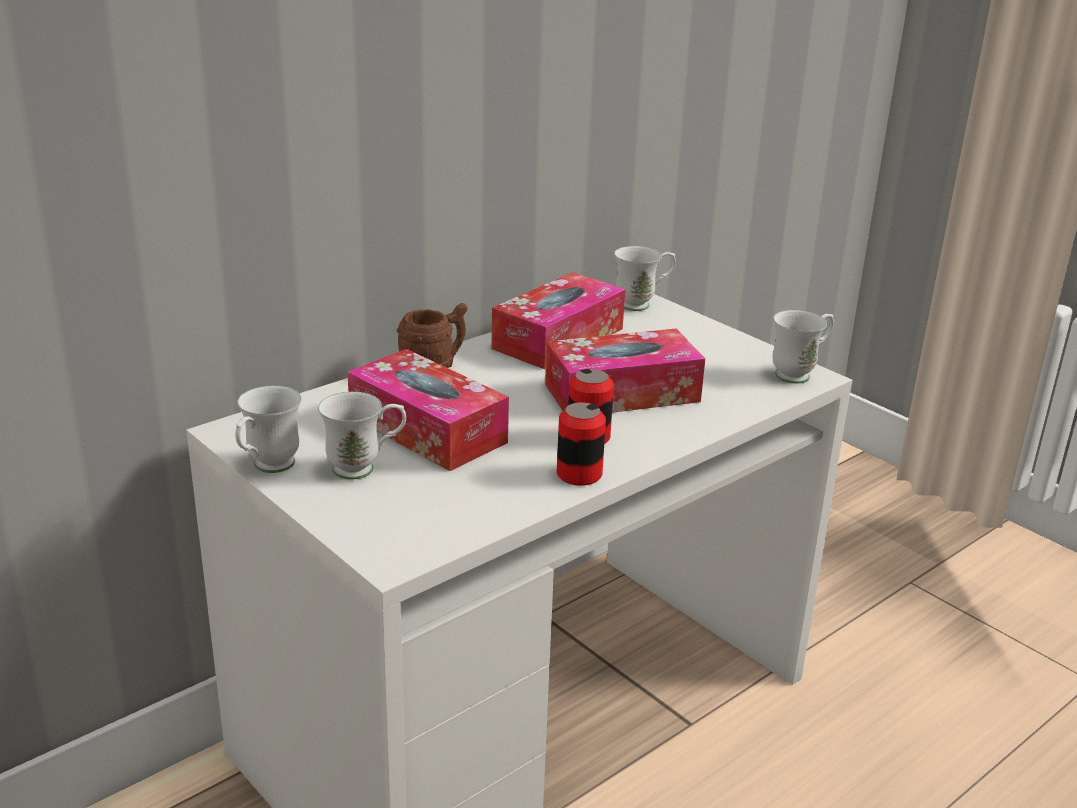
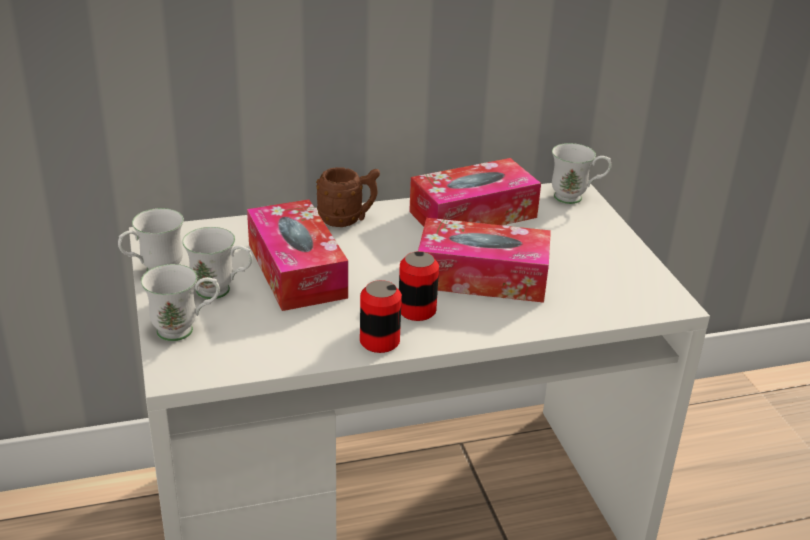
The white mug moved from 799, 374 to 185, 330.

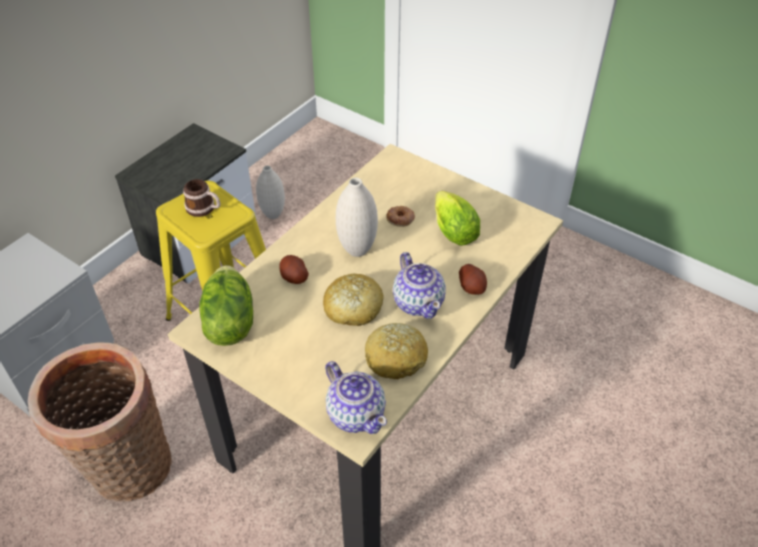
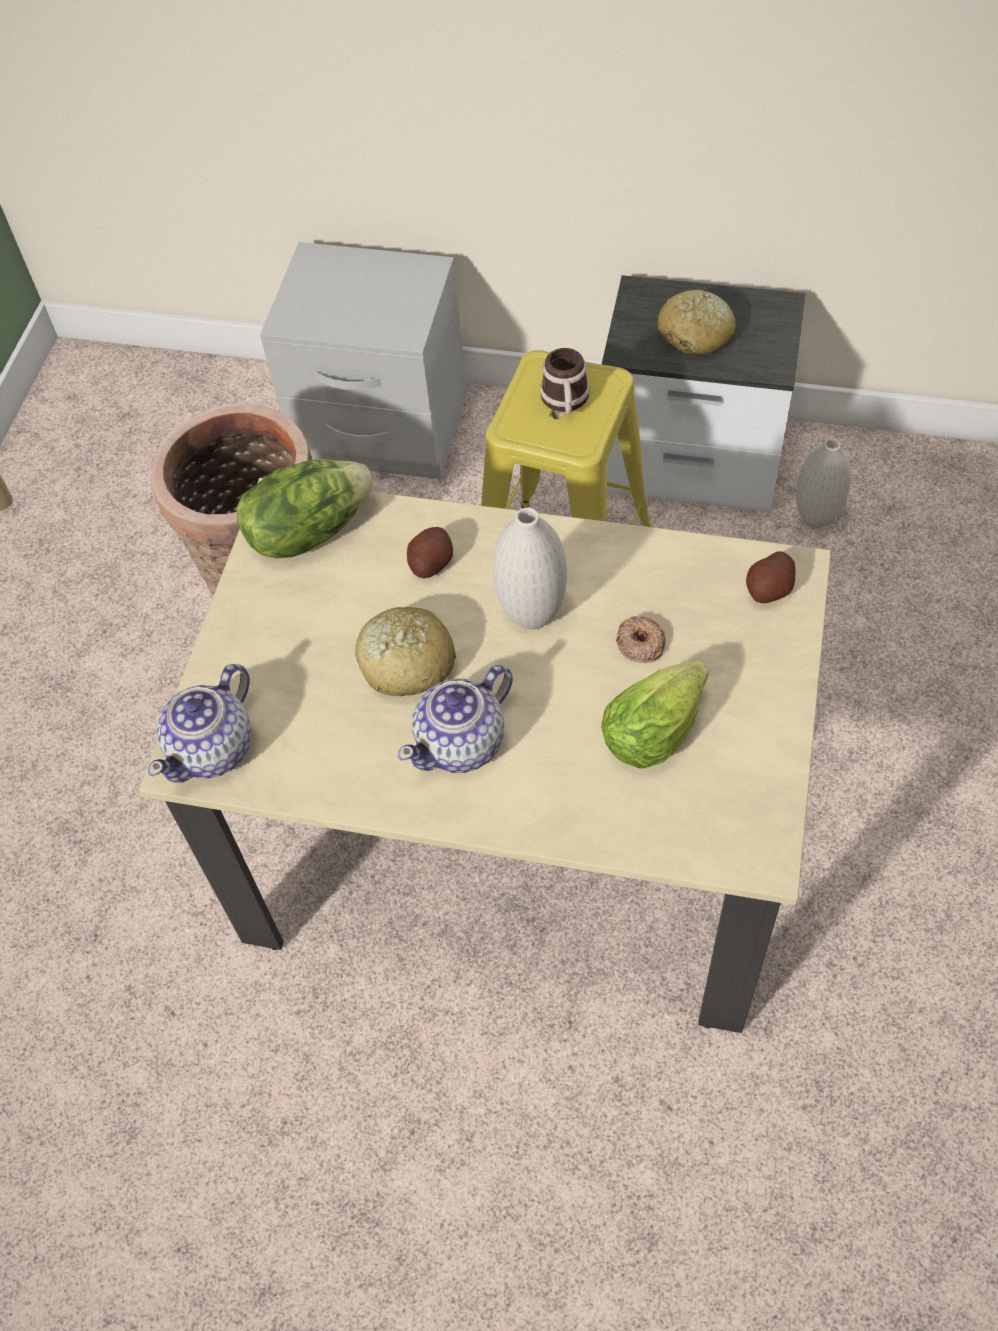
The bread moved from 396, 358 to 696, 334.
The potato moved from 472, 287 to 769, 589.

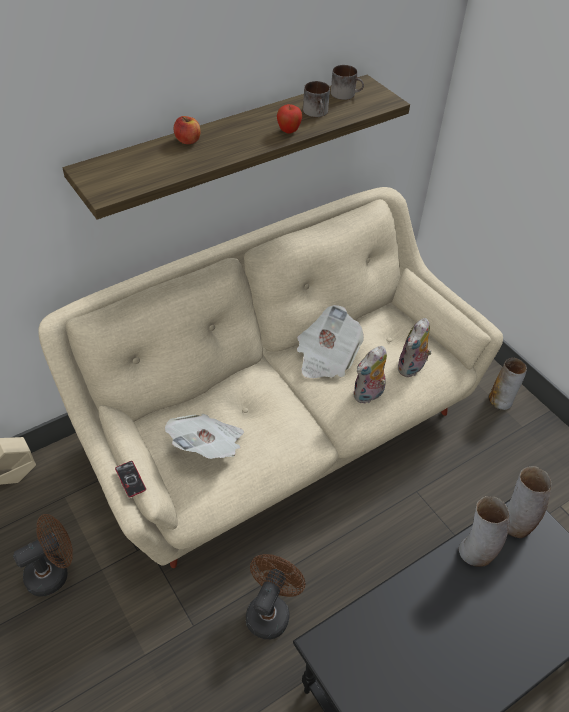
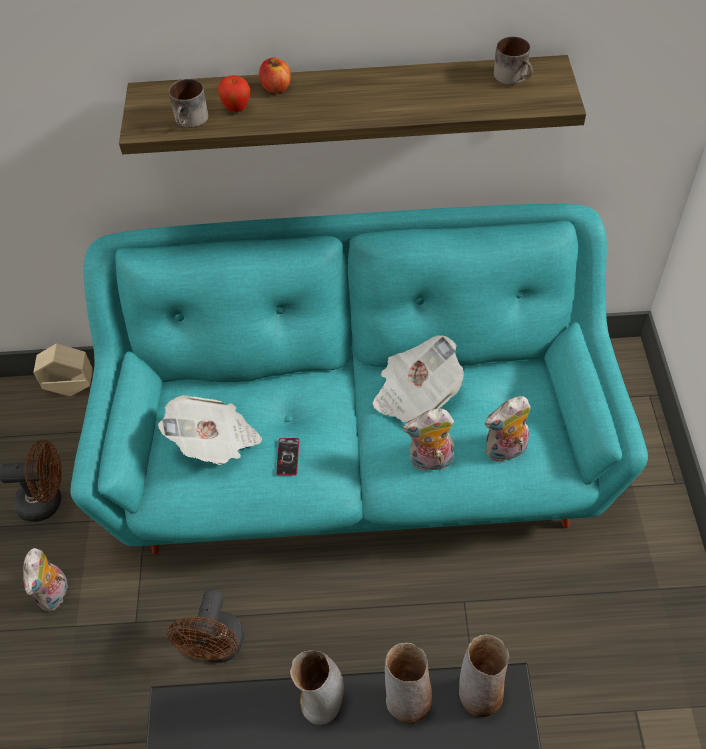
The plush toy at 56, 594 appeared.
The phone moved from 130, 479 to 288, 457.
The apple moved from 288, 131 to 237, 109.
The mug moved from 317, 112 to 191, 120.
The vase moved from 501, 400 to 322, 702.
The beige sofa at 281, 429 became the turquoise sofa at 358, 456.
The brown fan at 270, 610 turned 135 degrees clockwise.

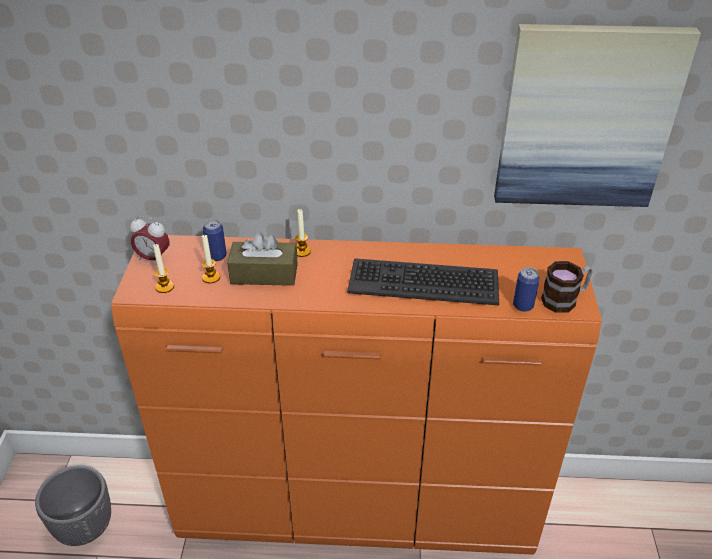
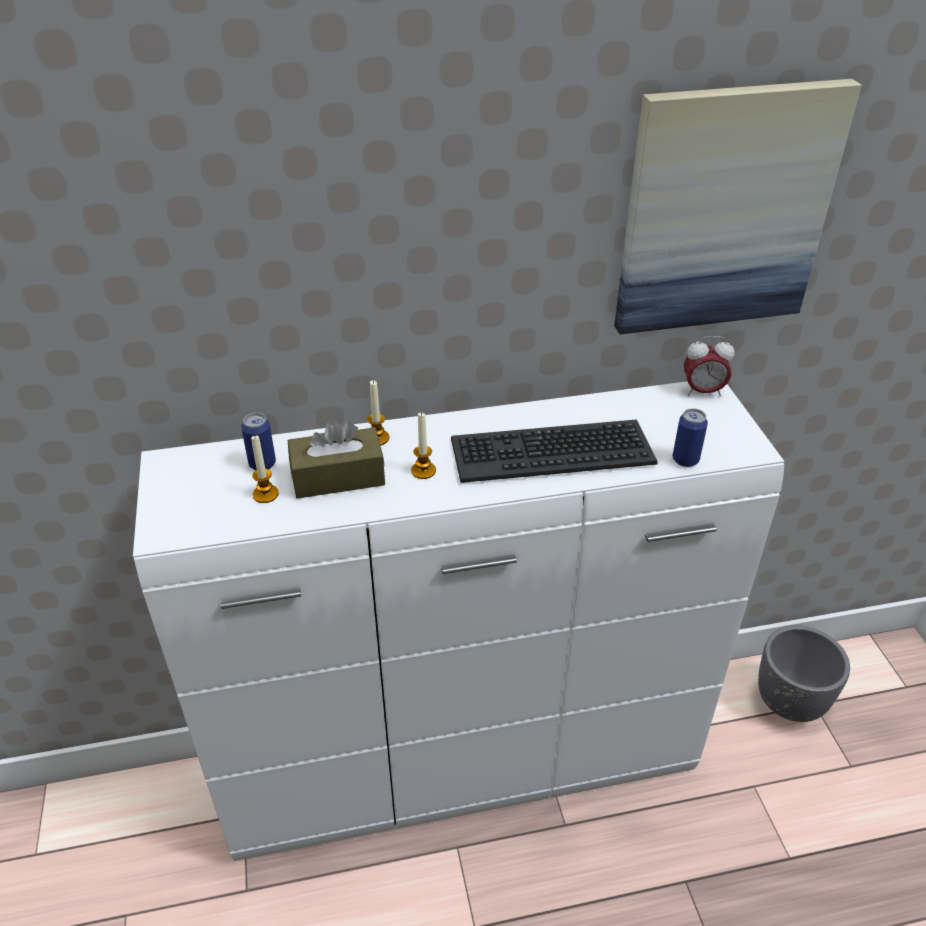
The mug at 565, 299 disappeared.
The grey planter moved from 85, 527 to 790, 702.
The alarm clock moved from 153, 258 to 702, 391.
The candle moved from 164, 287 to 423, 471.
The orange dresser at 358, 514 became the white dresser at 465, 770.

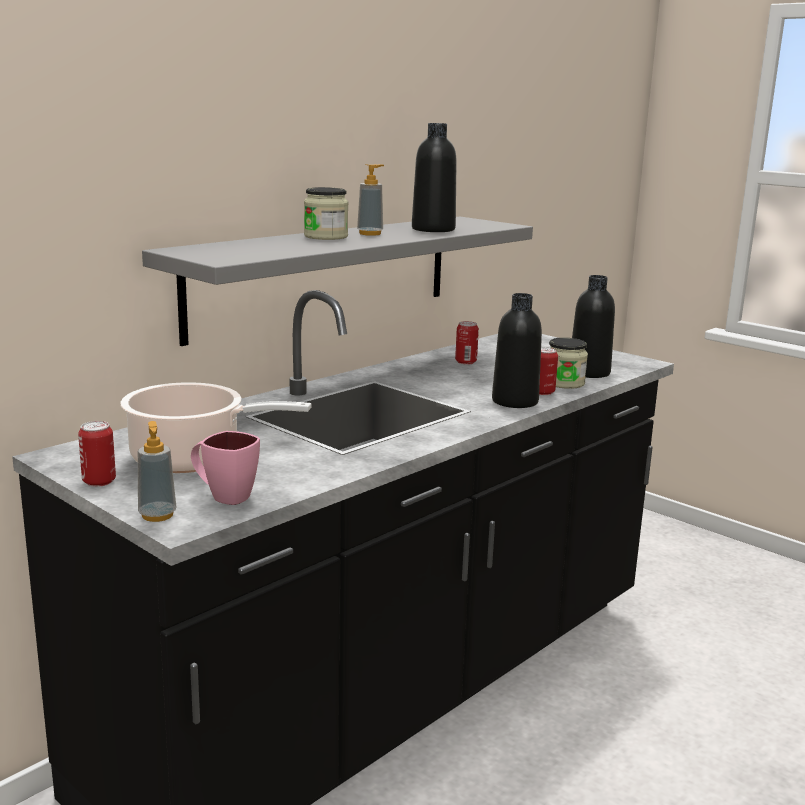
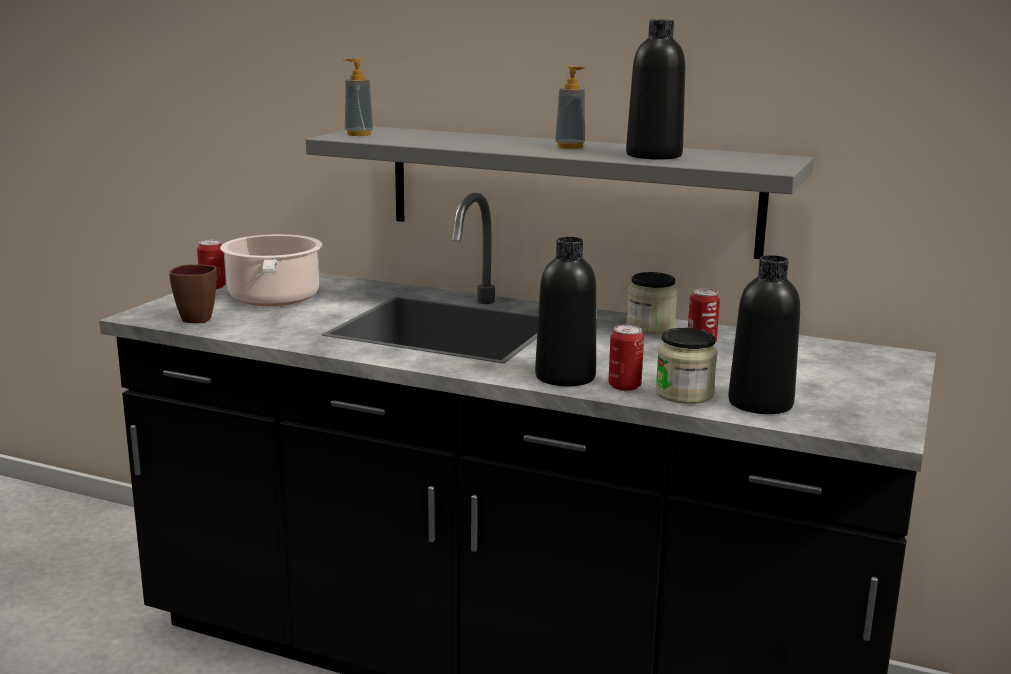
The soap dispenser moved from 157, 515 to 359, 134.
The jar moved from 326, 236 to 650, 327.
The pink mug at 223, 496 became the brown mug at 200, 317.

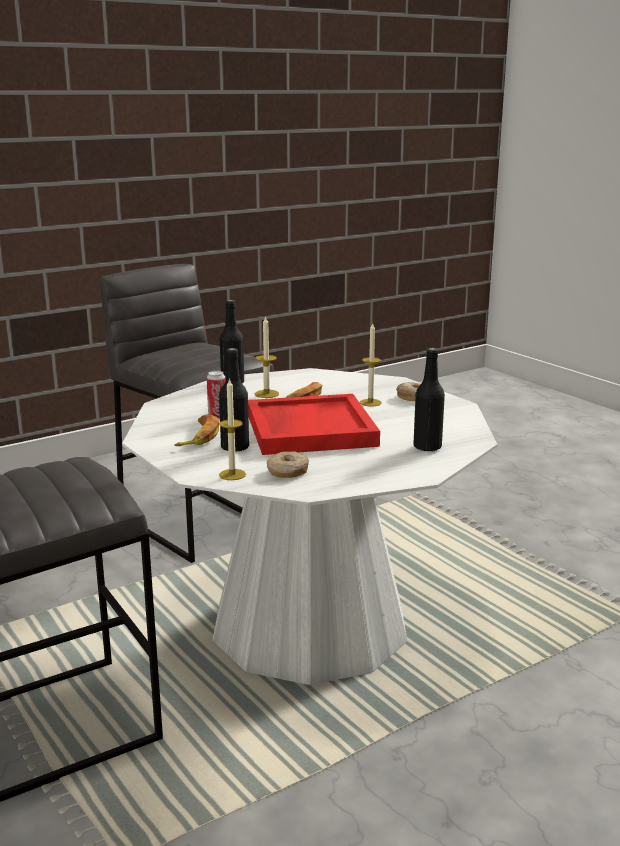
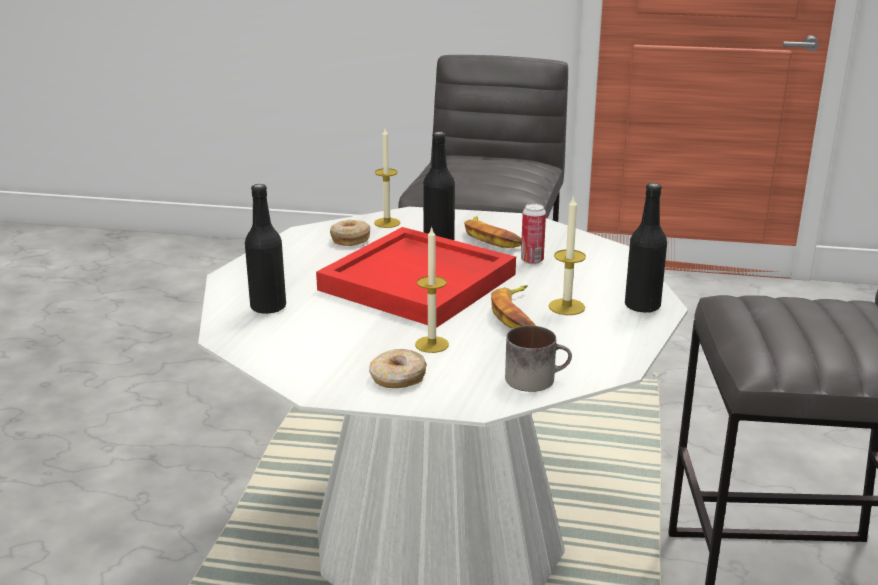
The mug at 536, 378 appeared.

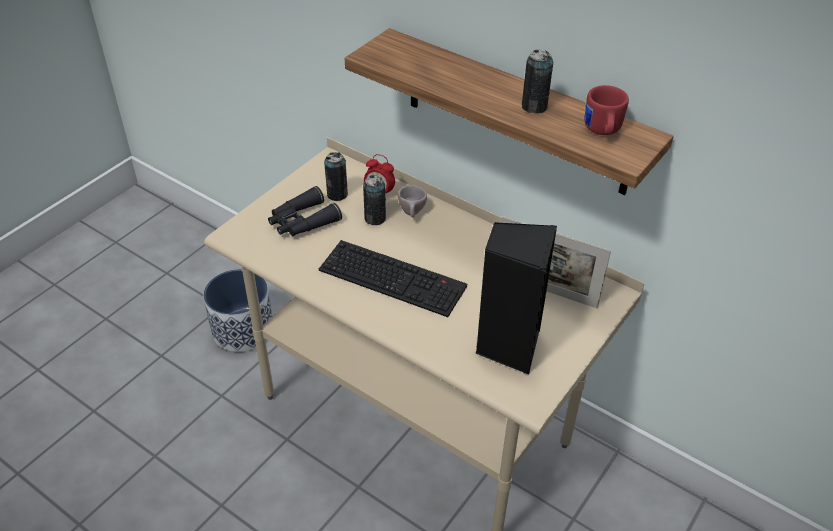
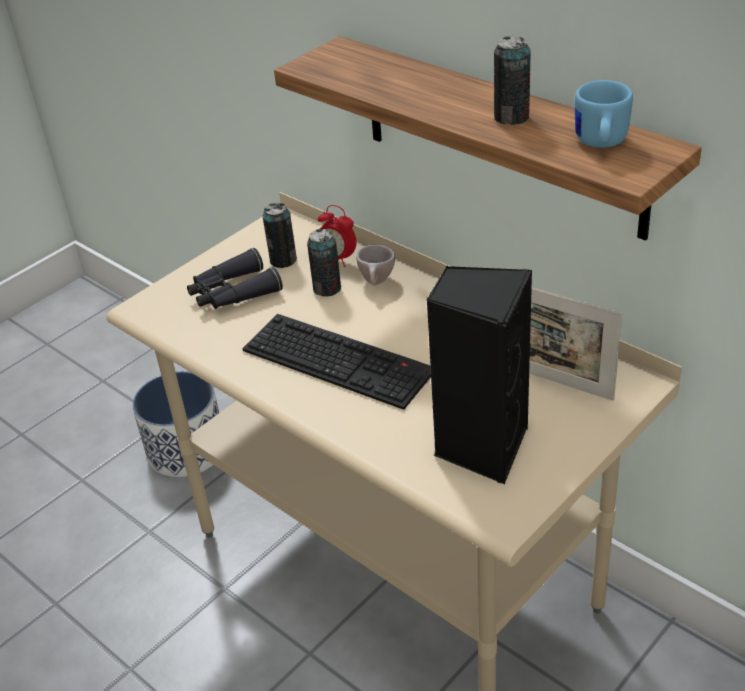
The red mug at 602, 131 became the blue mug at 600, 144.

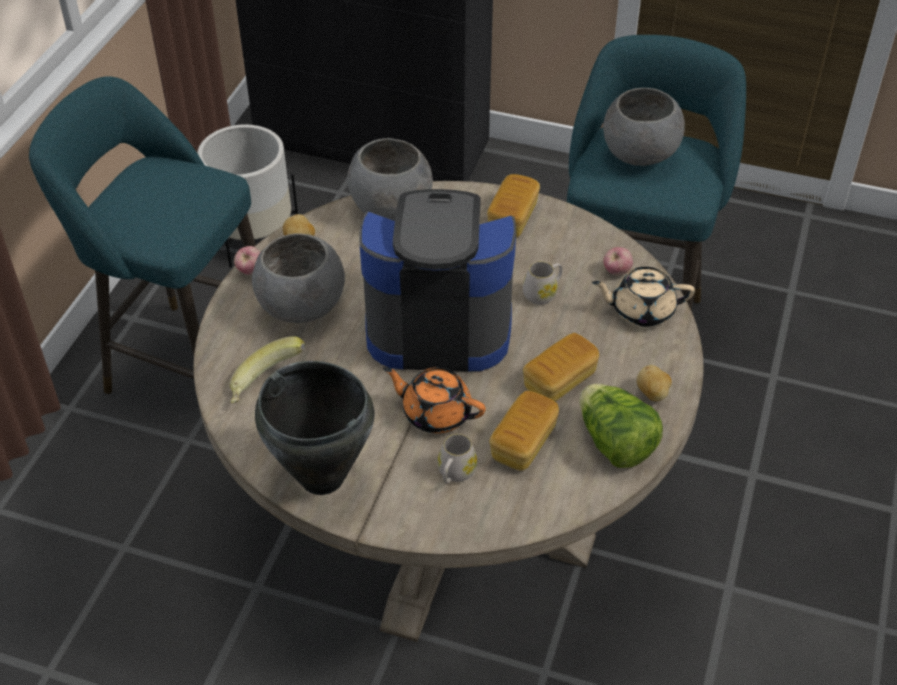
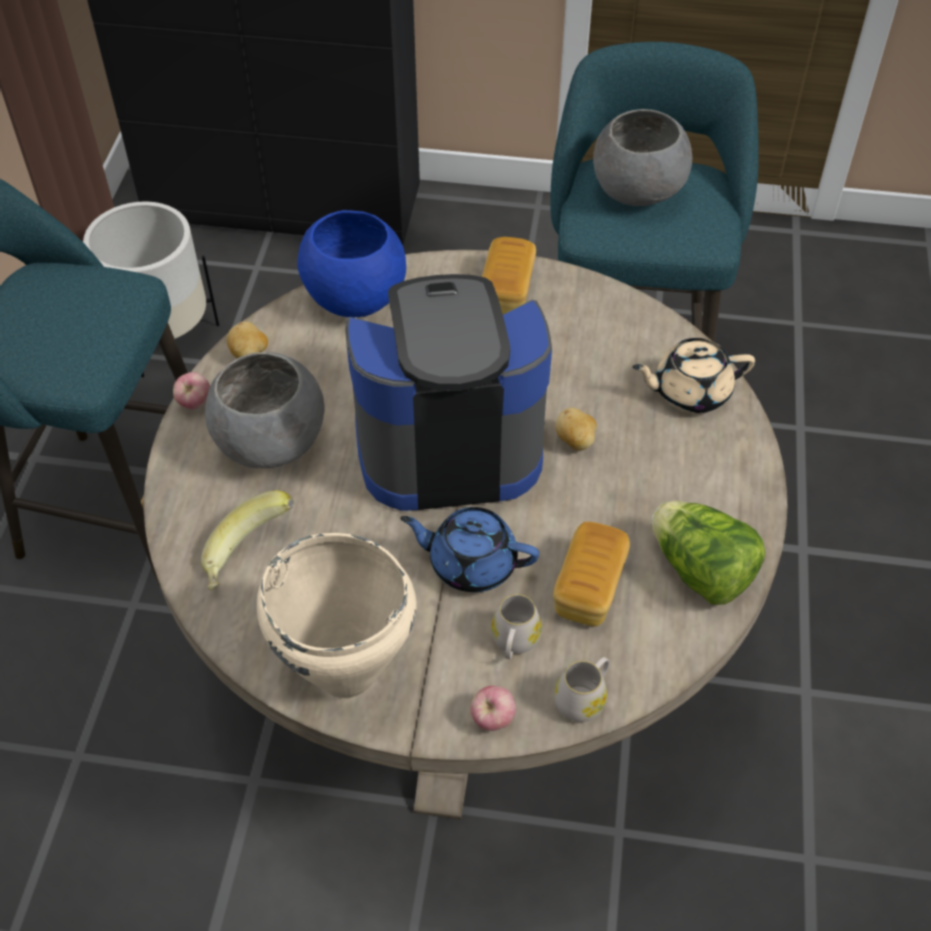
The bread at 559, 381 disappeared.
The white mug moved from 543, 293 to 583, 698.
The apple moved from 616, 272 to 493, 719.
The potato moved from 652, 394 to 575, 441.
The black cooking pot at 322, 478 became the beige cooking pot at 347, 674.
The grey bowl at 390, 209 became the blue bowl at 354, 299.
The orange teapot at 435, 413 became the blue teapot at 471, 563.

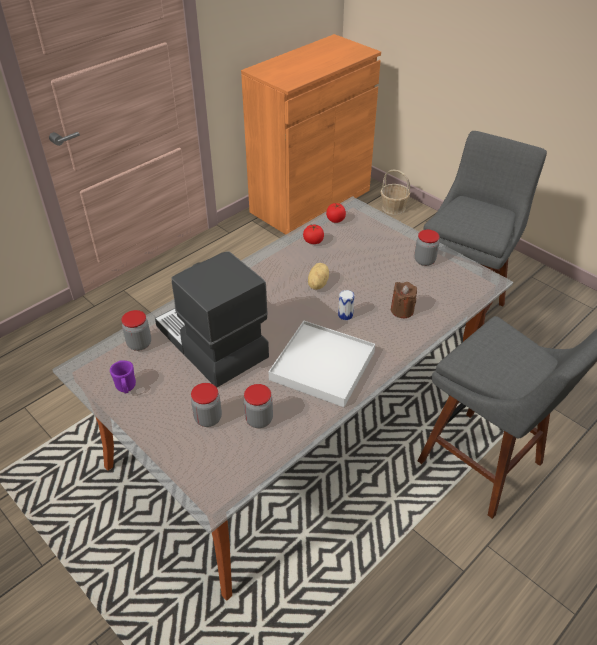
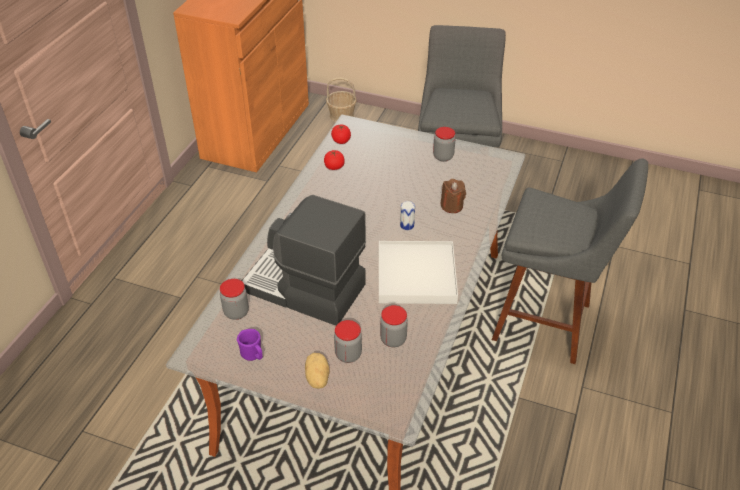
The potato moved from 317, 284 to 316, 378.

